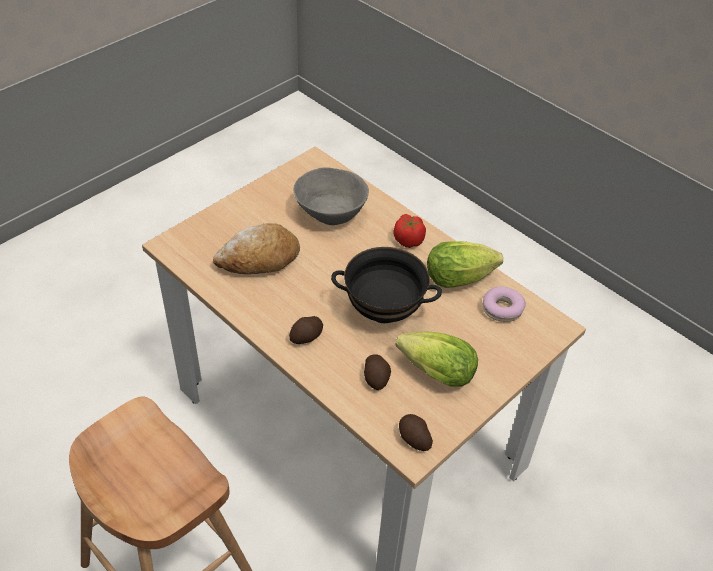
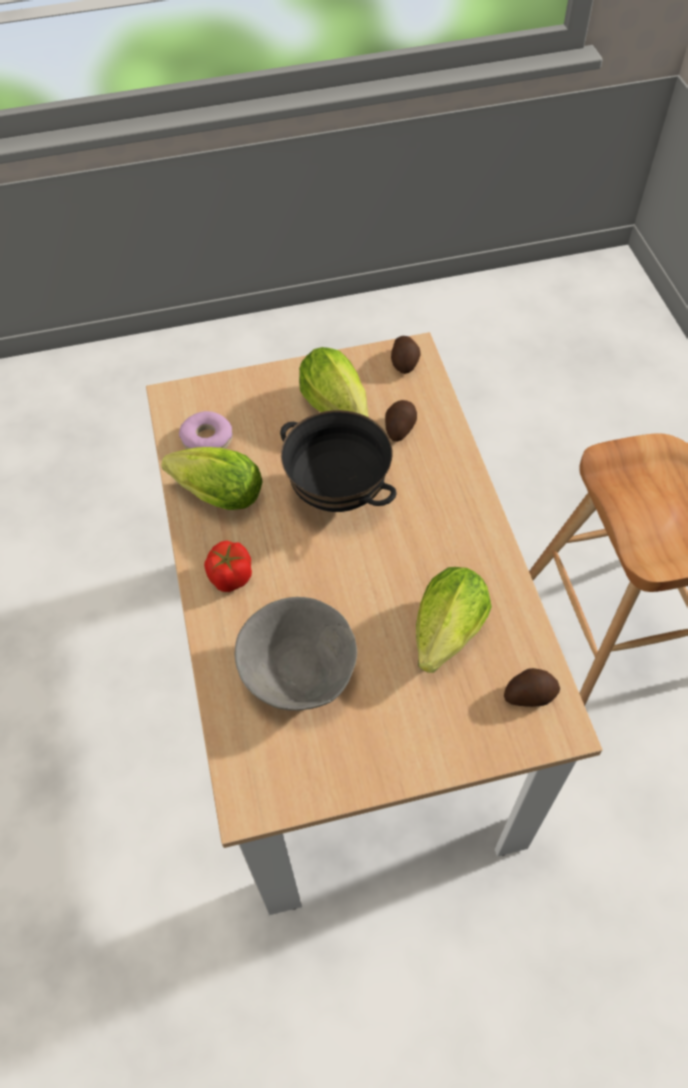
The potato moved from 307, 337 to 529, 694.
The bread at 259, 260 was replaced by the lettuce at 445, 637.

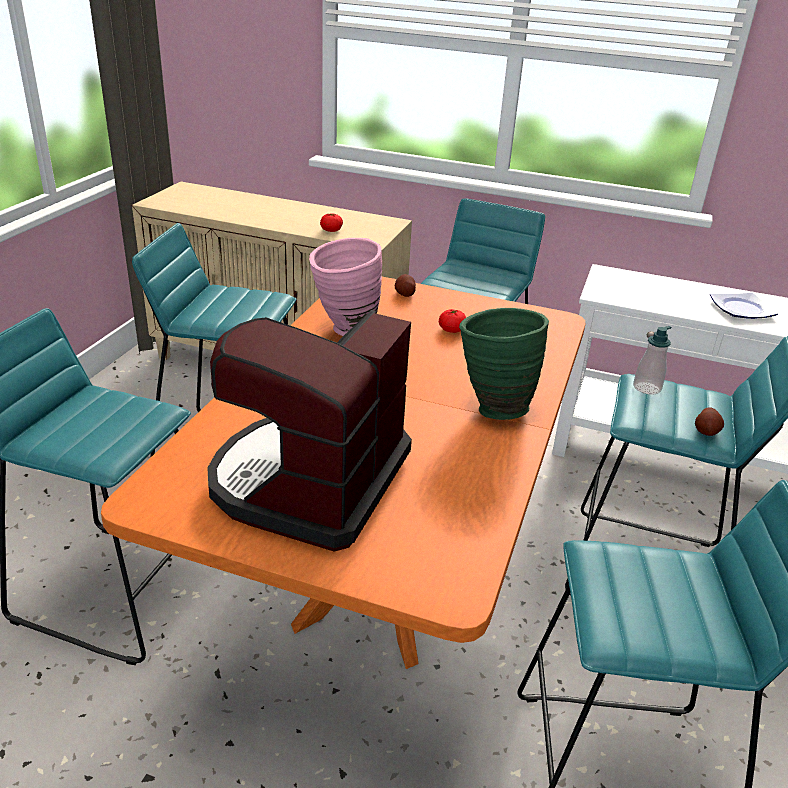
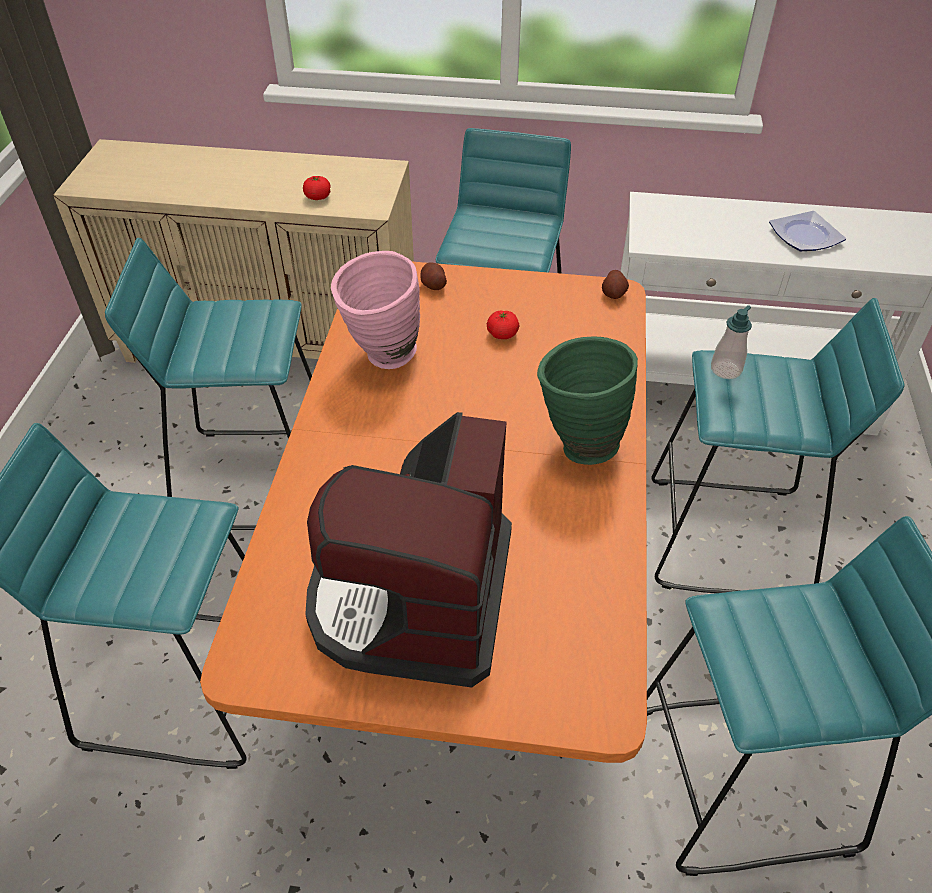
The potato moved from 706, 431 to 613, 293.

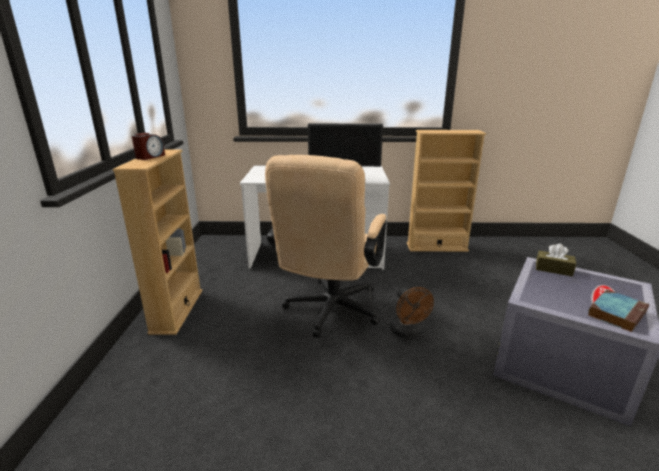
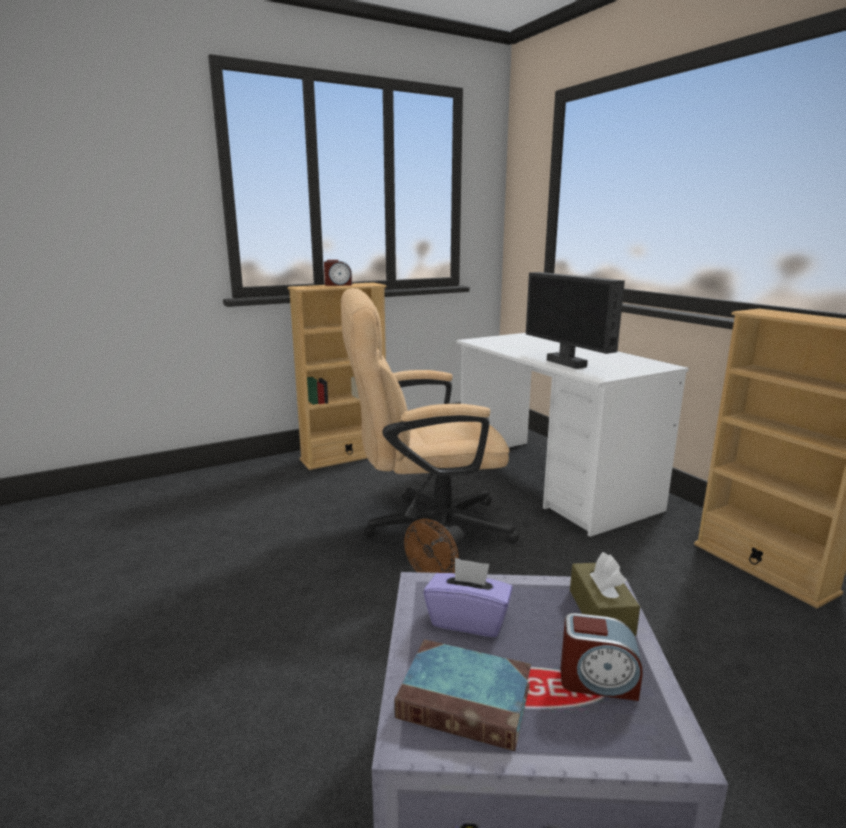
The purple tissue box at 468, 620 appeared.
The alarm clock at 597, 681 appeared.

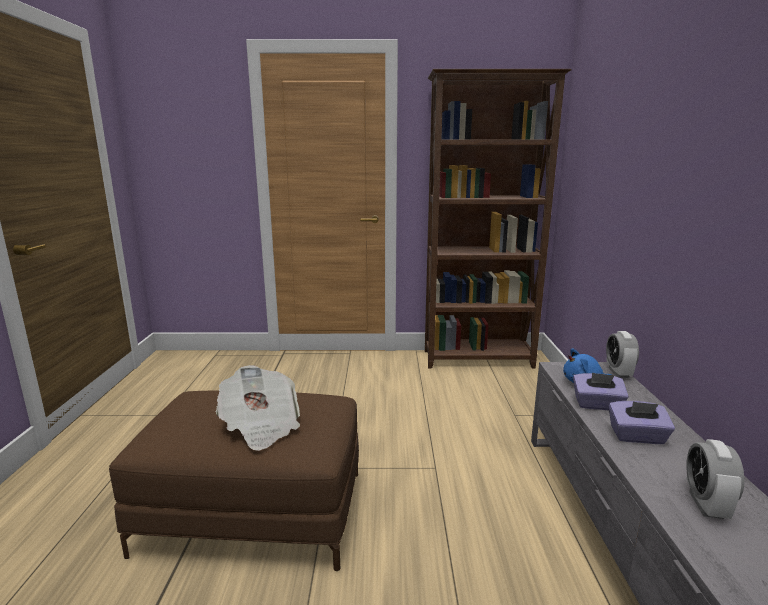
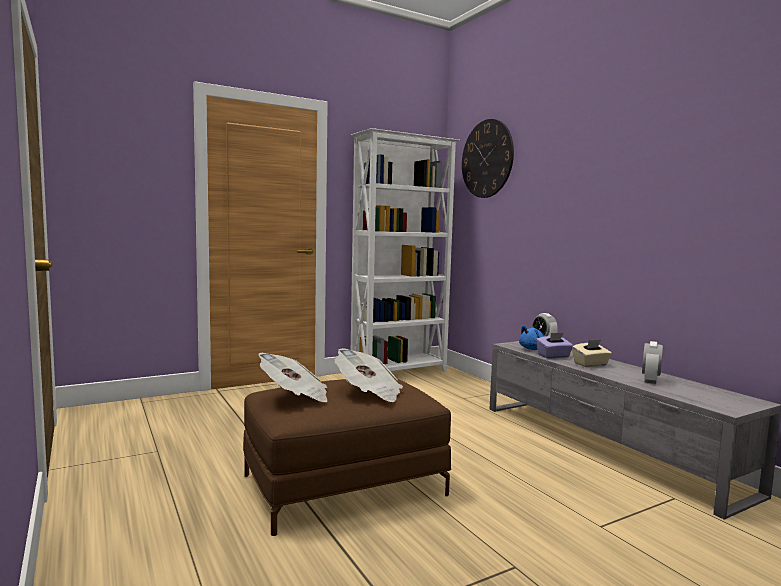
The newspaper at 295, 396 appeared.
The wall clock at 487, 159 appeared.
The brown bookcase at 479, 359 became the white bookcase at 400, 372.
The purple tissue box at 637, 437 became the beige tissue box at 590, 364.
The alarm clock at 706, 504 turned 45 degrees clockwise.

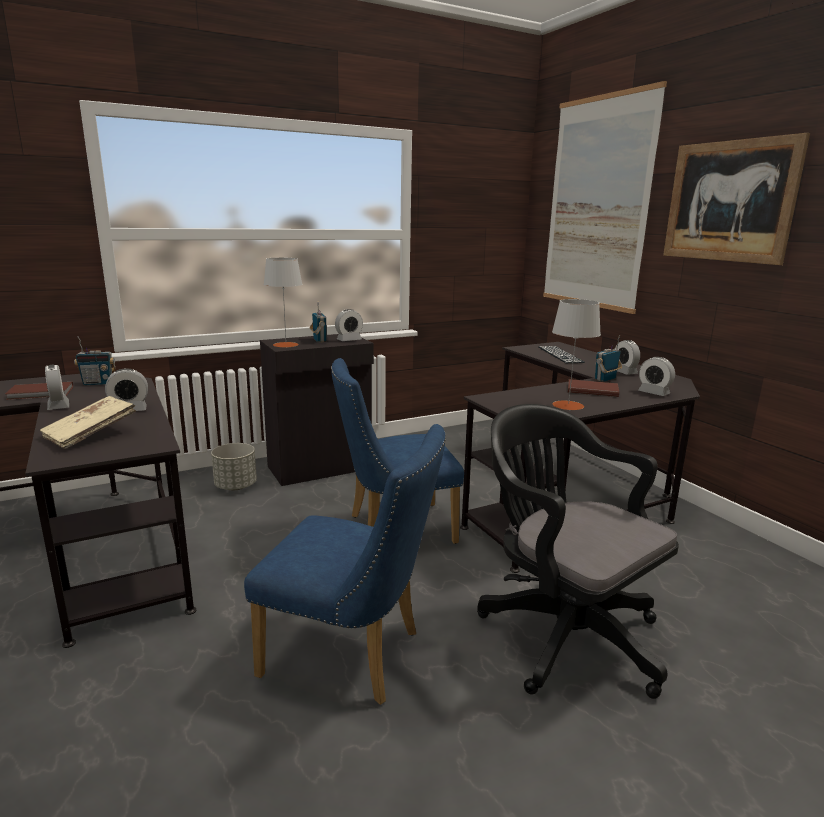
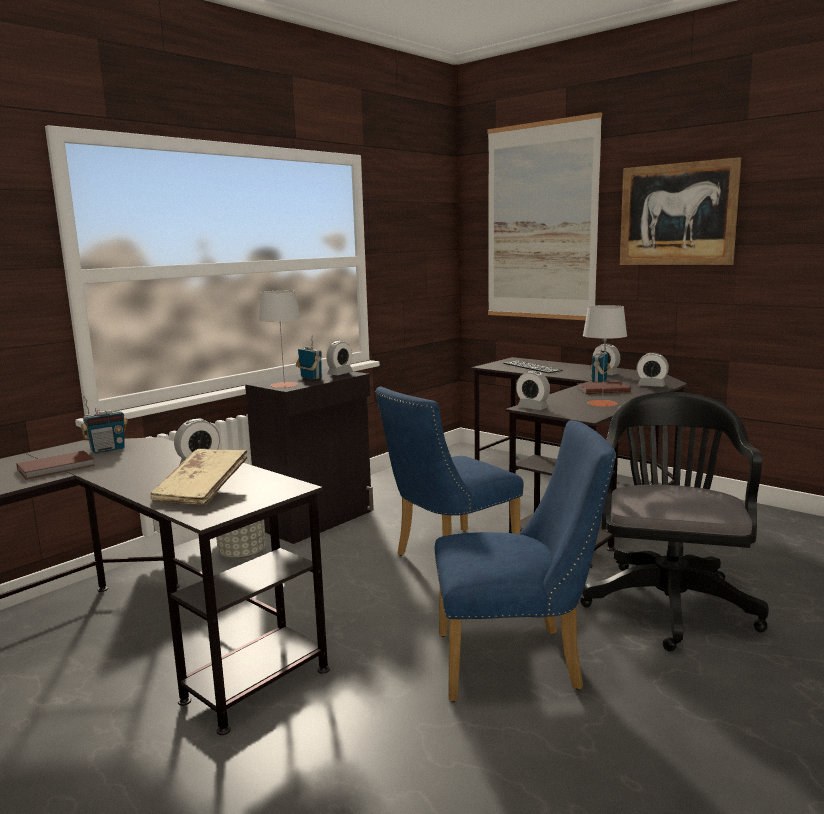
The alarm clock moved from 58, 406 to 532, 408.
The black office chair at 563, 632 turned 75 degrees clockwise.

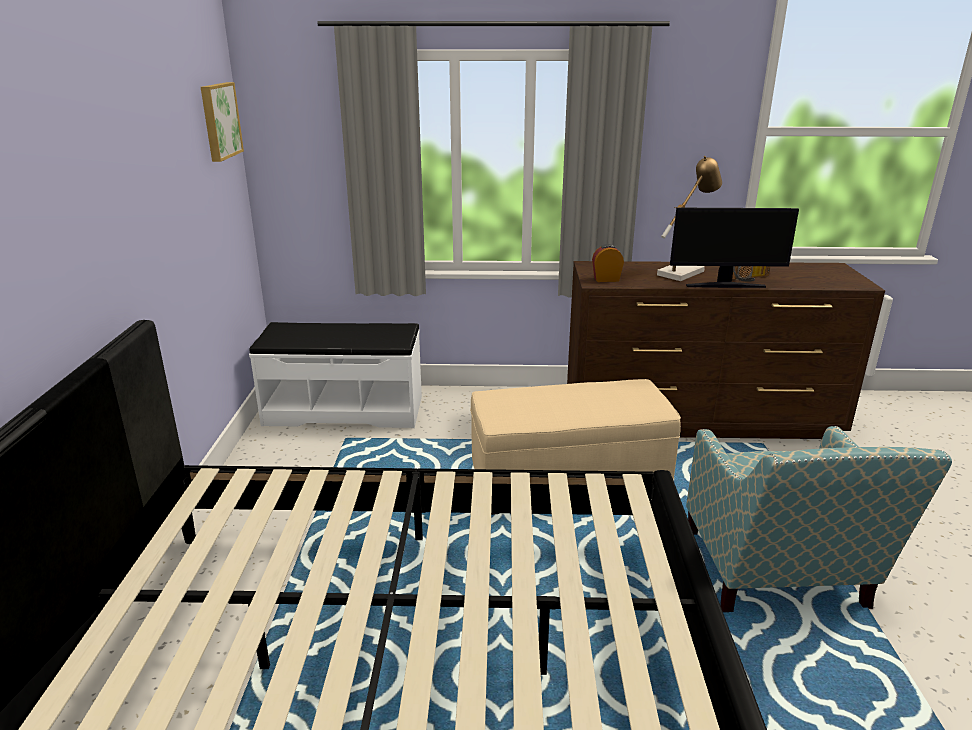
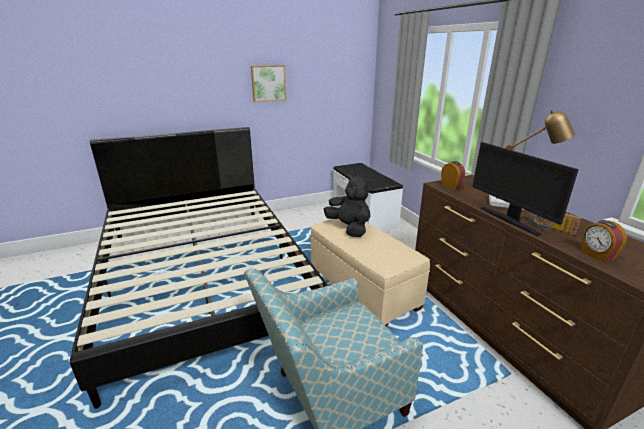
The black plush toy at 349, 228 appeared.
The alarm clock at 596, 255 appeared.
The picture moved from 219, 121 to 268, 83.

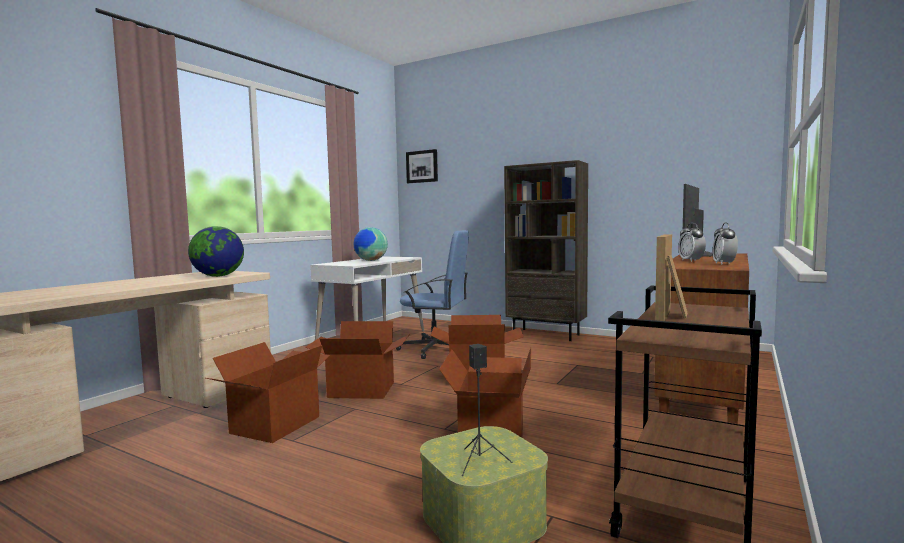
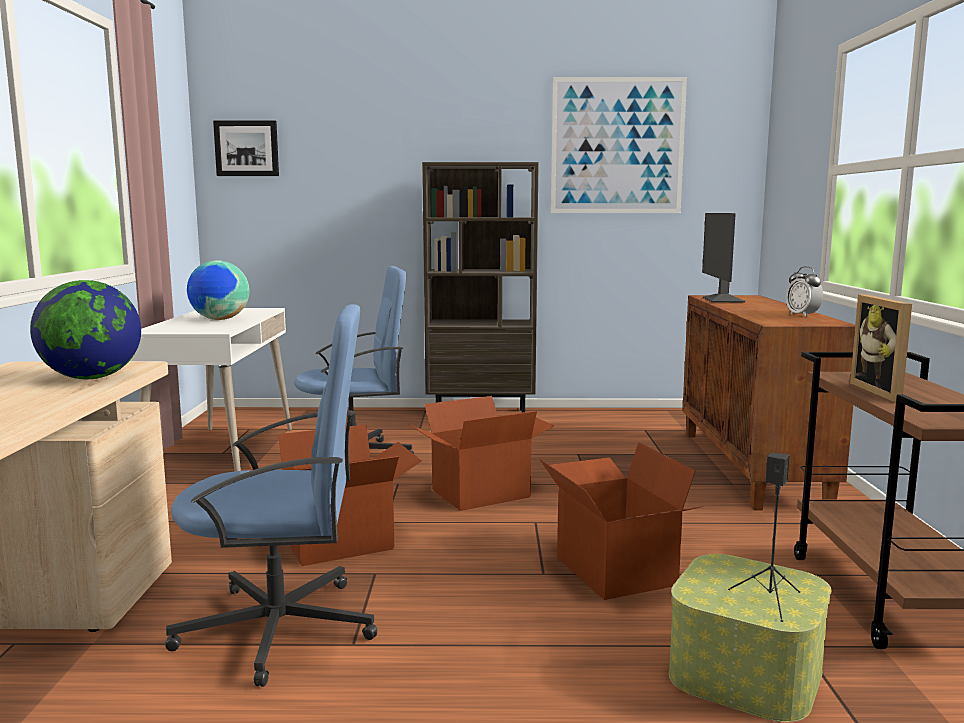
The alarm clock at 691, 261 disappeared.
The picture at 617, 146 appeared.
The cardboard box at 274, 424 was replaced by the blue office chair at 281, 628.

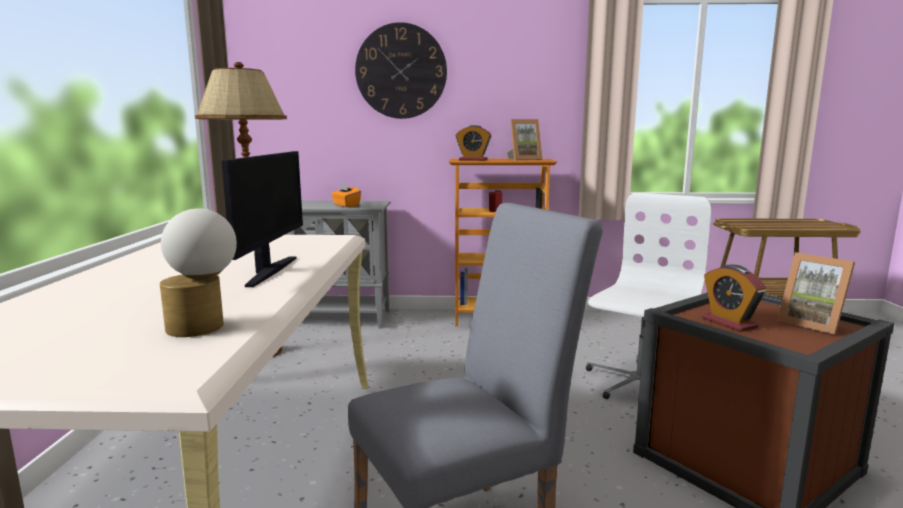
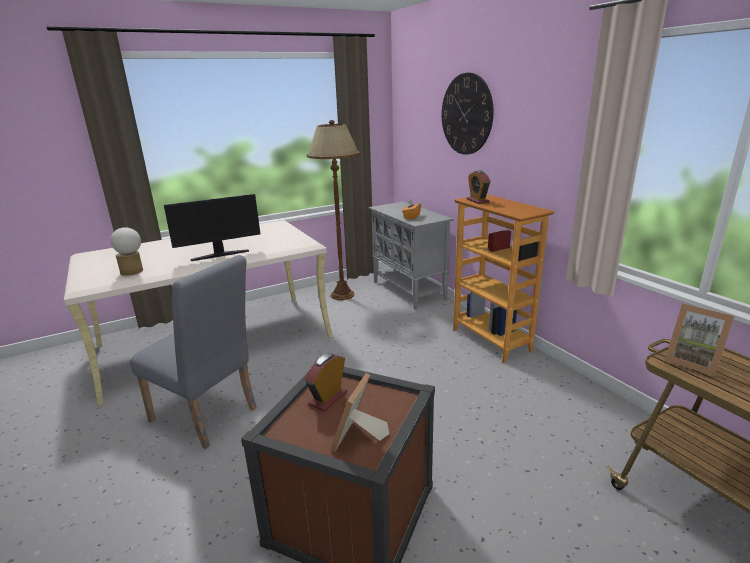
The white office chair at 638, 383 disappeared.
The picture frame moved from 524, 159 to 692, 361.

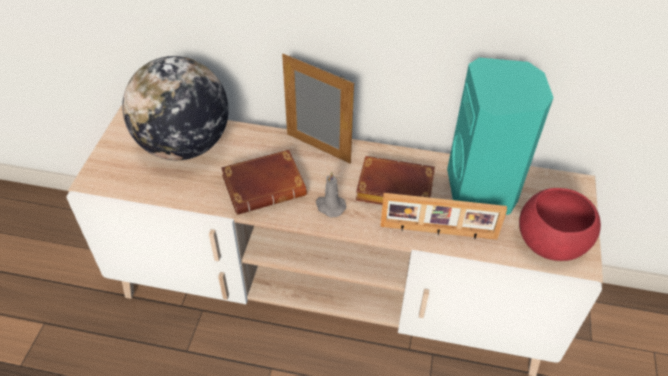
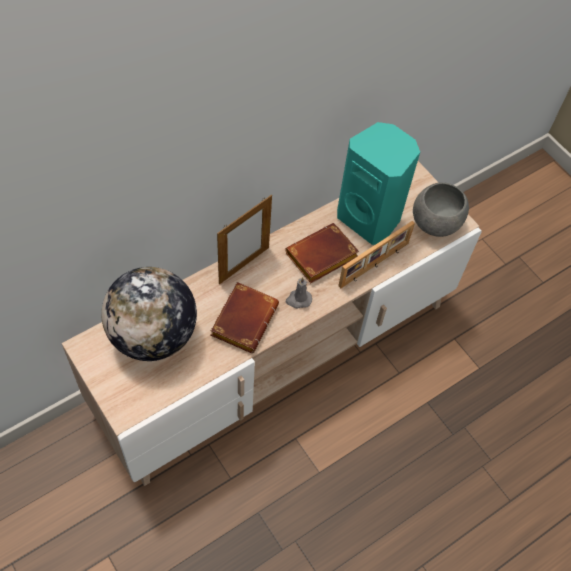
The red bowl at 551, 244 became the grey bowl at 436, 223.
The picture frame at 318, 148 turned 150 degrees clockwise.

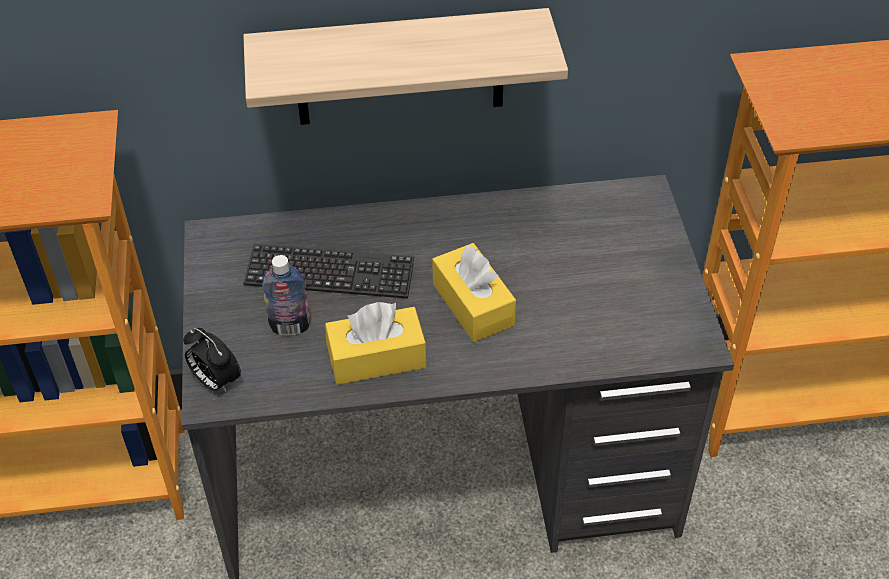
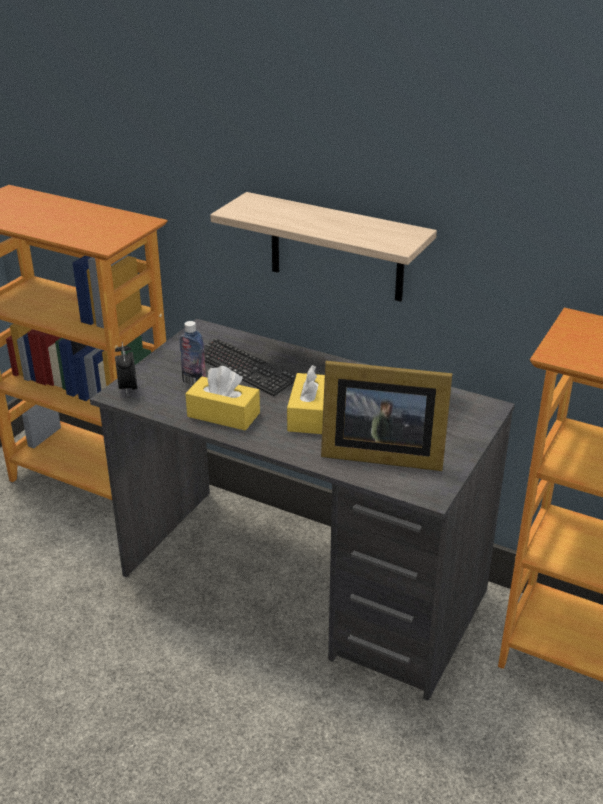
The picture frame at 379, 453 appeared.

